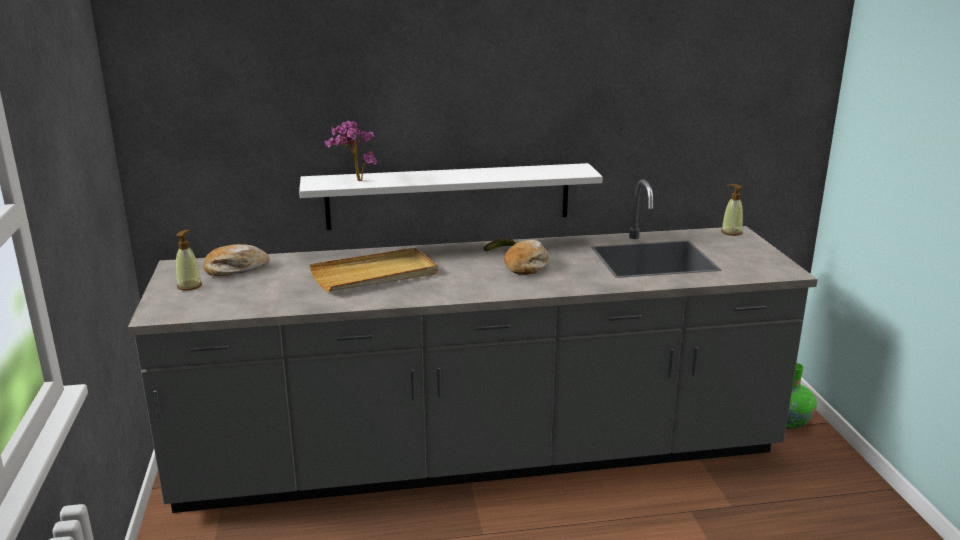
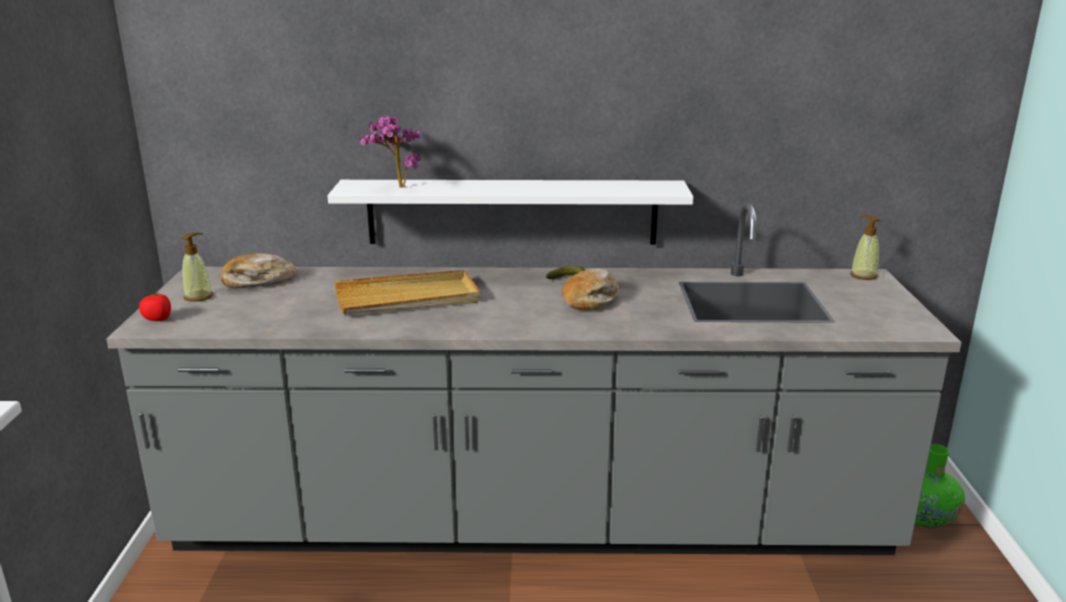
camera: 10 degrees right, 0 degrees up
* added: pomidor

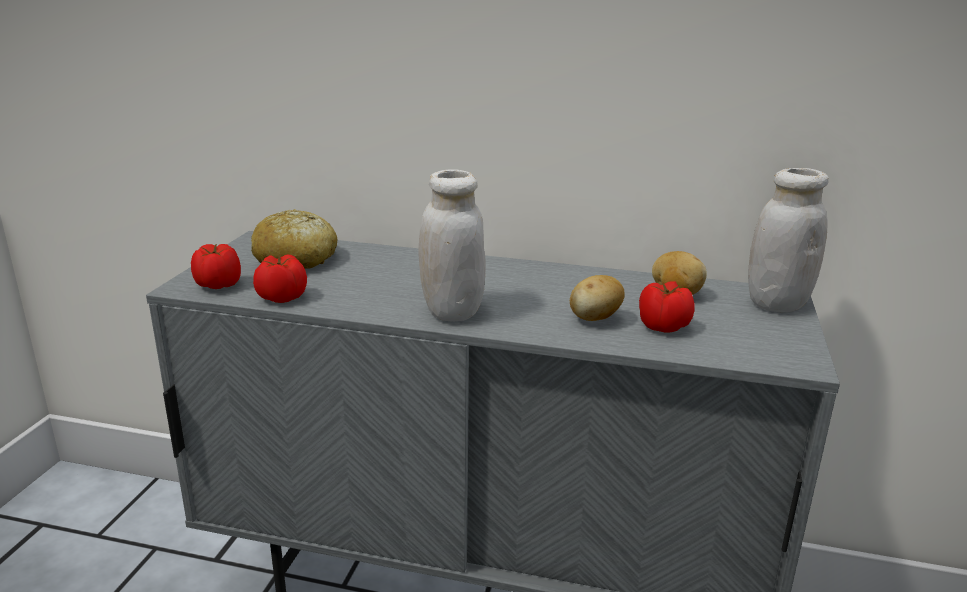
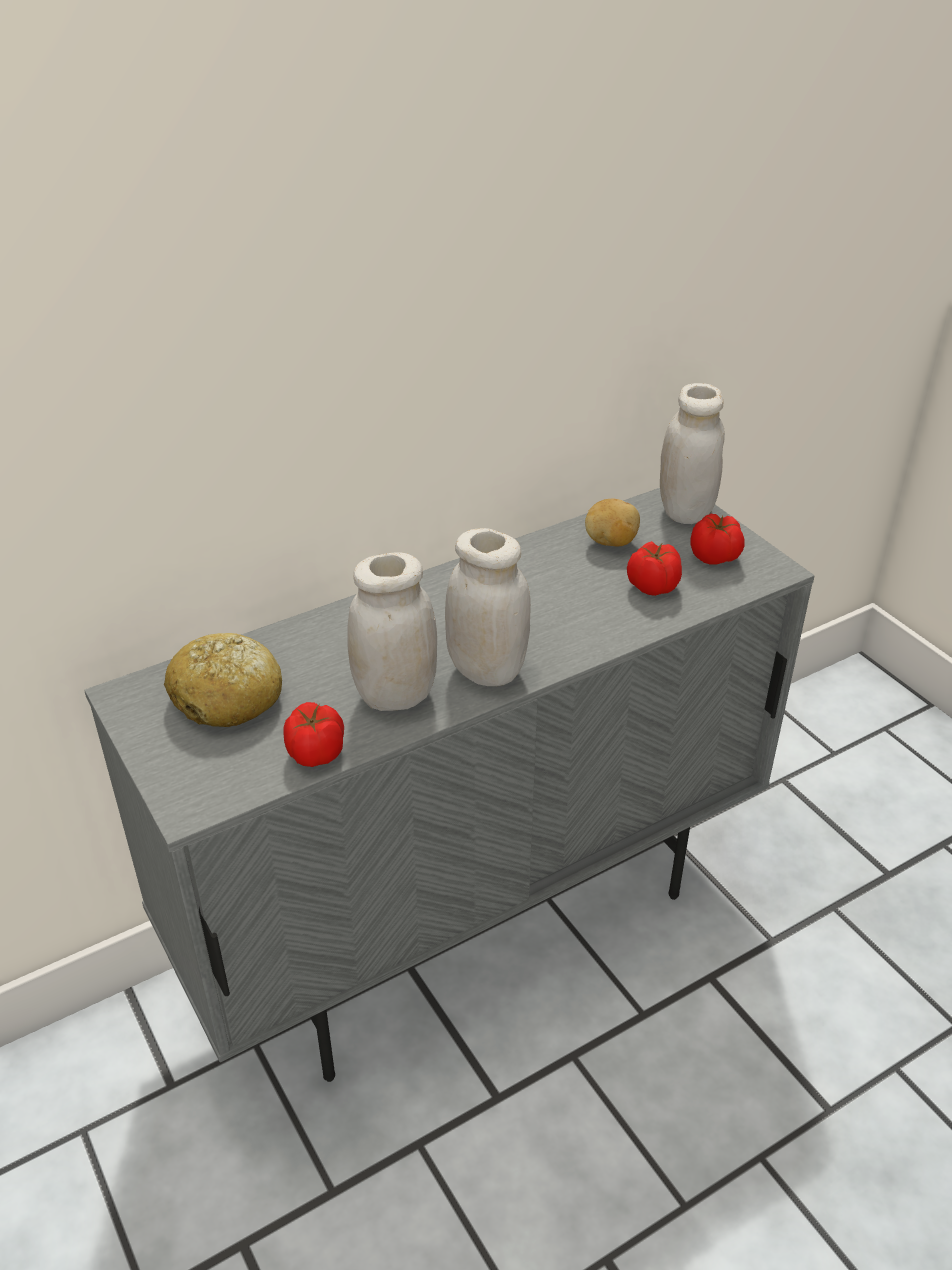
camera: 45 degrees left, 15 degrees up
* moved: pomidor (1st from left in the first image) to pomidor (3rd from left)
* removed: ziemniak (1st from left)
* added: słoik [biały] (1st from left)

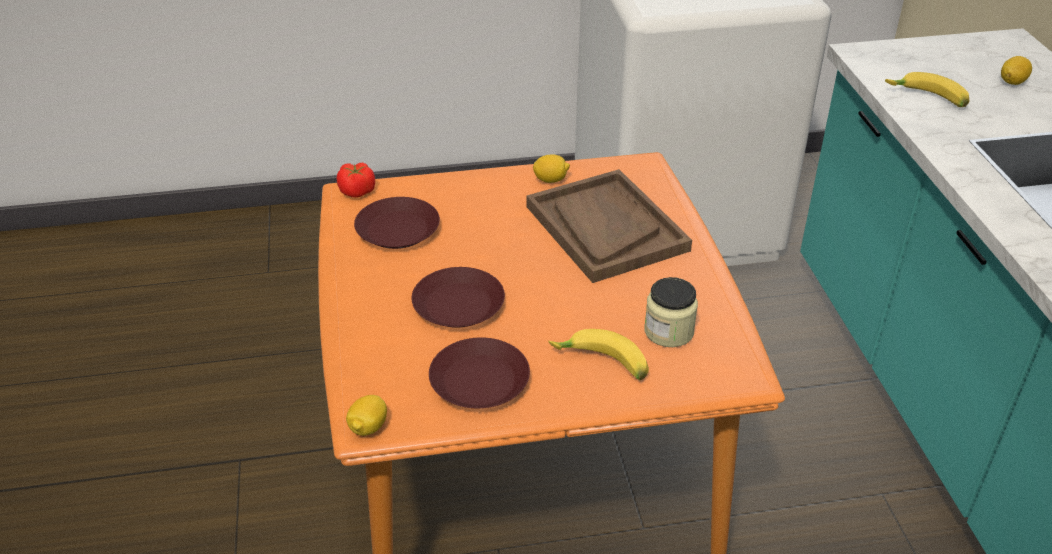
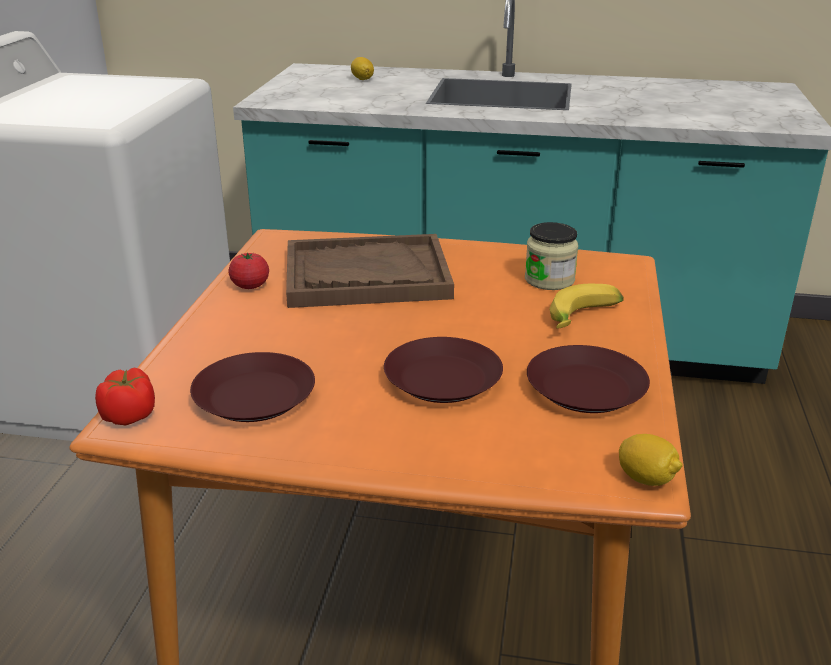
camera: 70 degrees left, 10 degrees down
* replaced: cytryna (2nd from left) to pomidor (2nd from left)
* removed: banan (2nd from left)

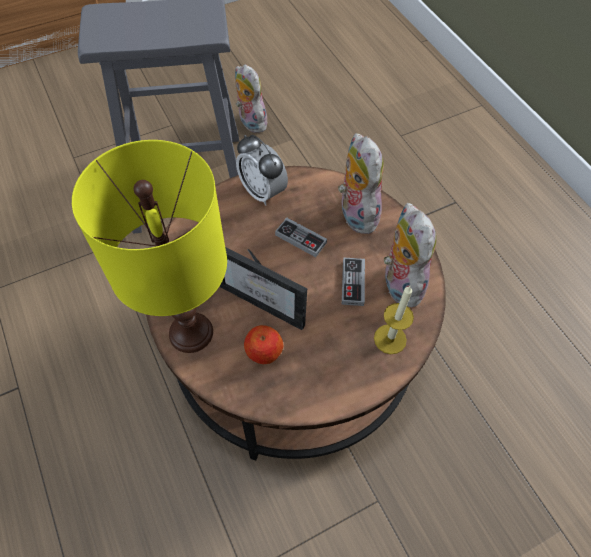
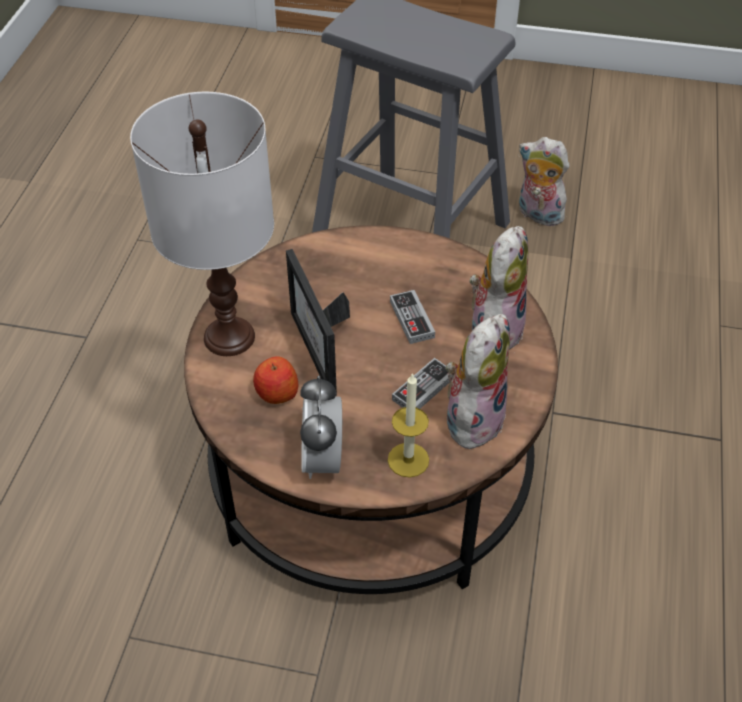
camera: 40 degrees right, 10 degrees down
* recoloured: lampa stołowa [żółty] to lampa stołowa [biały]
* turned: pluszak (1st from left in the first image) 60 degrees counterclockwise
* moved: budzik

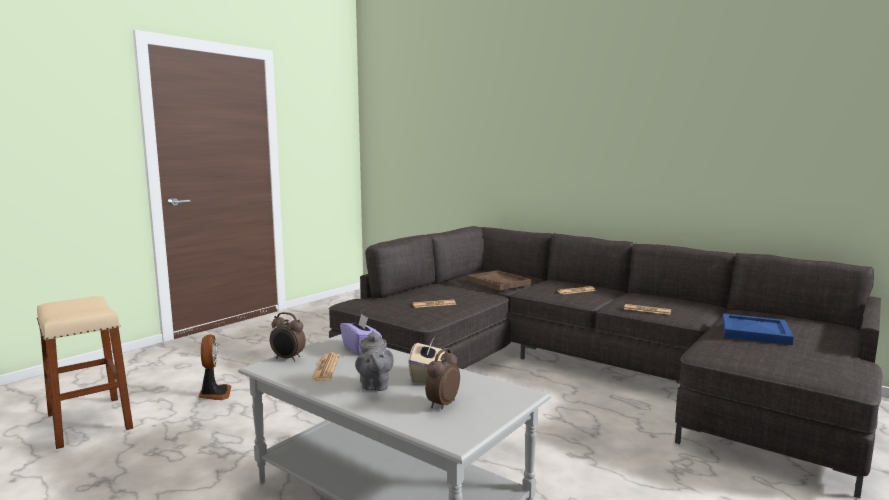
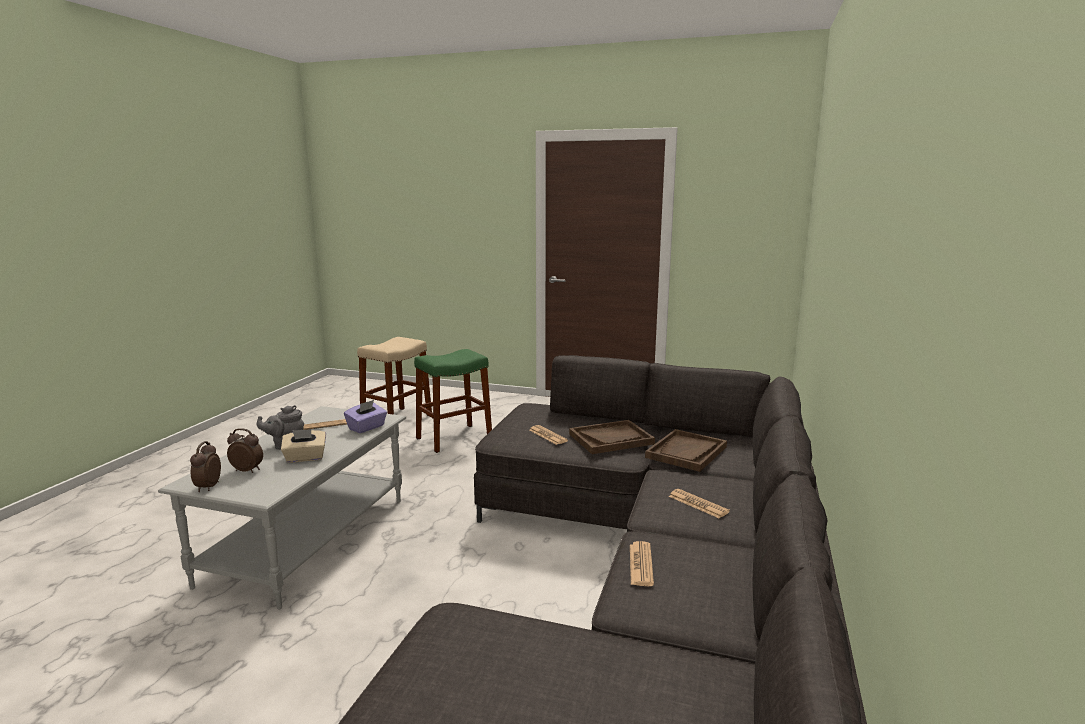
camera: 70 degrees right, 5 degrees up
* replaced: wentylator to stołek [zielony]
* moved: budzik (1st from left)
* removed: taca [niebieski]
* added: taca [brązowy] (1st from left)

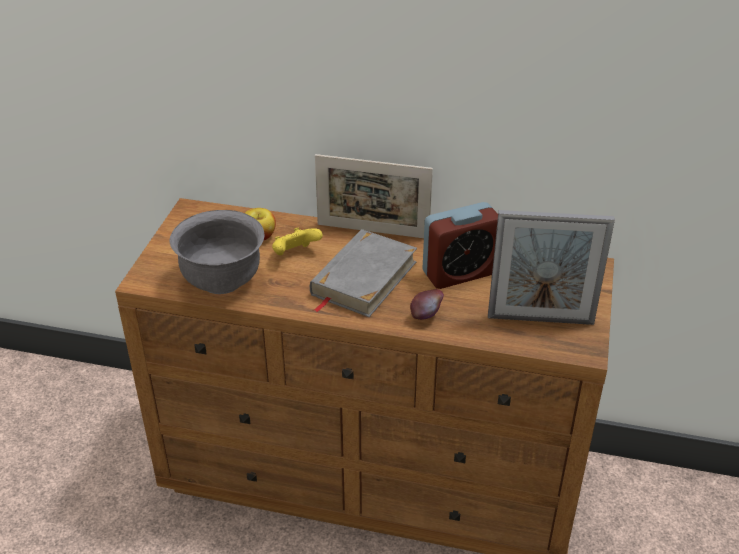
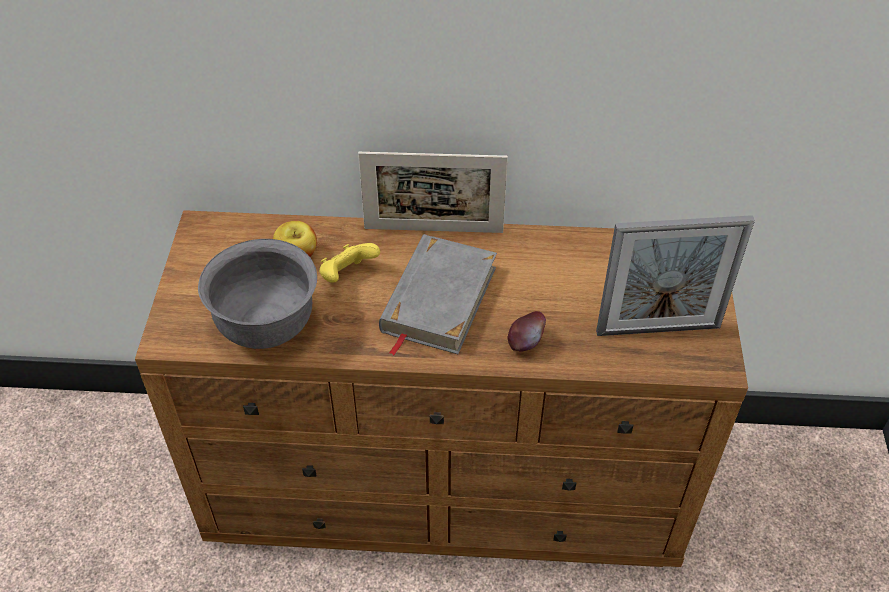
camera: 10 degrees left, 10 degrees up
* removed: budzik

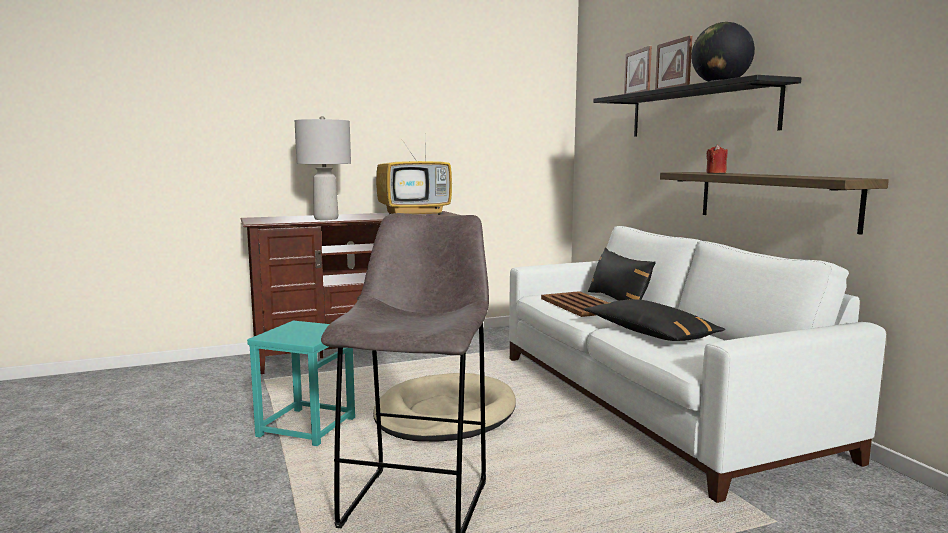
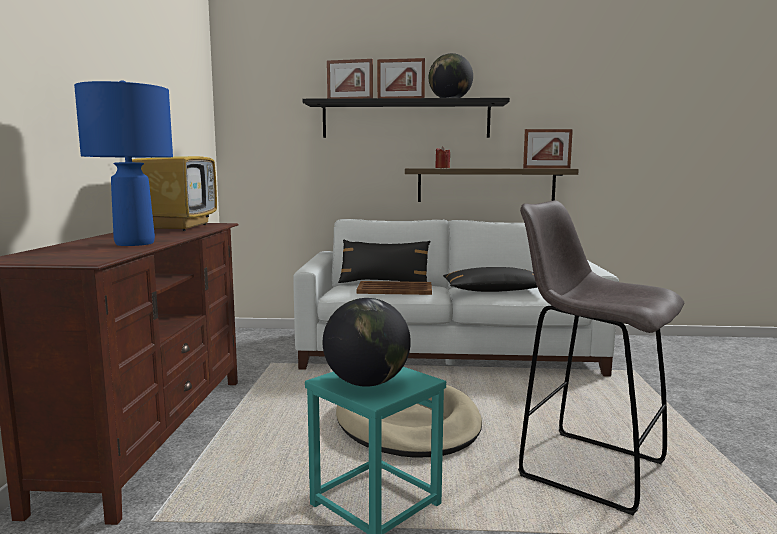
camera: 65 degrees left, 0 degrees up
* recoloured: lampa stołowa [szary] to lampa stołowa [niebieski]
* added: globus (1st from left)
* added: ramka na zdjęcie (3rd from left)

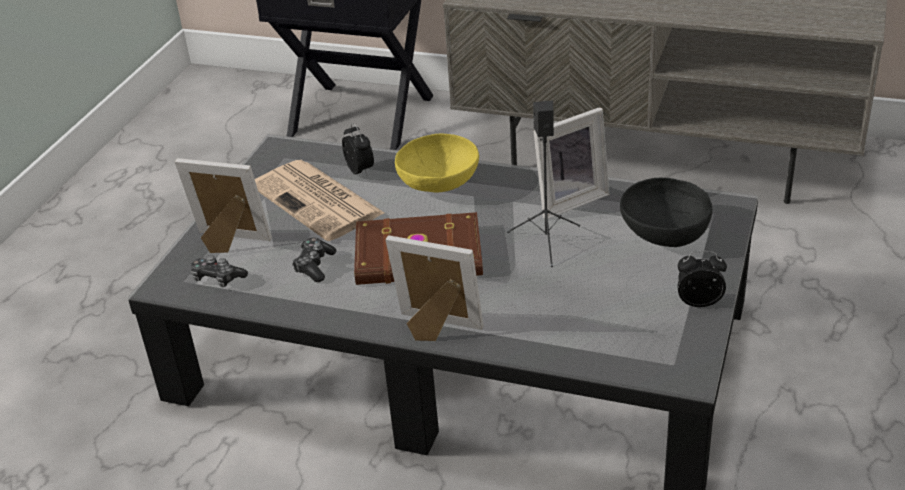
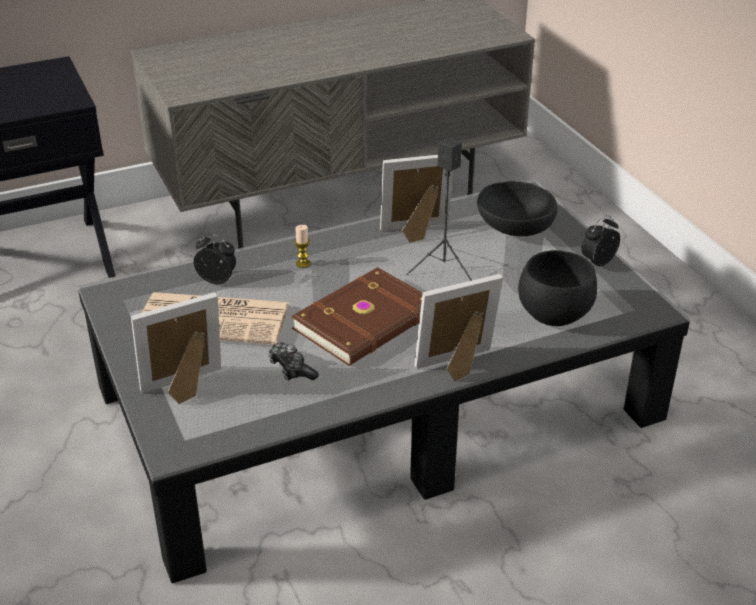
camera: 45 degrees left, 0 degrees up
* removed: pad do gier (1st from left)
* replaced: miska [żółty] to świeca
* turned: ramka na zdjęcie (3rd from left in the first image) 120 degrees counterclockwise
* added: miska [czarny] (2nd from left)

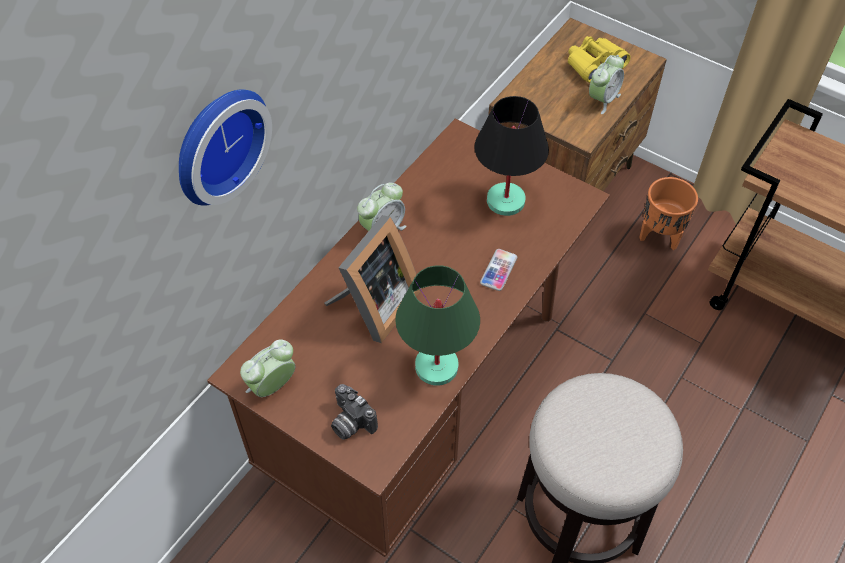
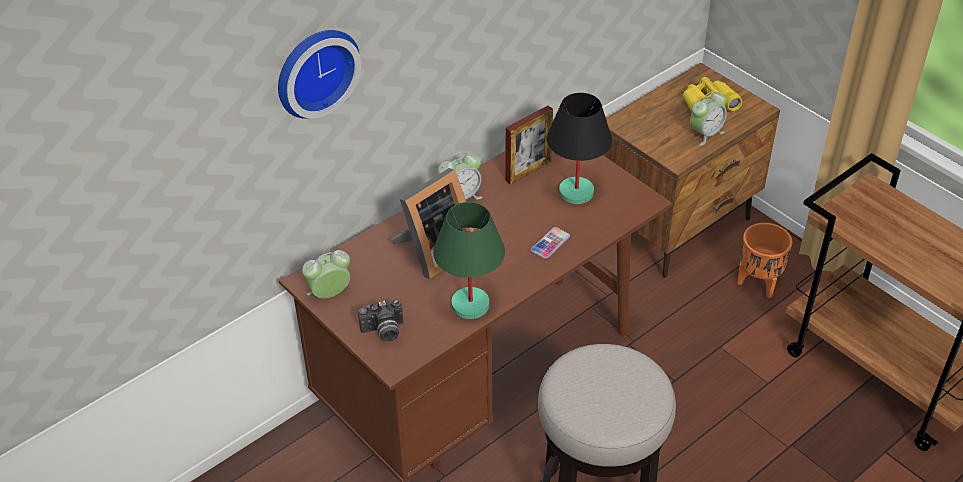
camera: 15 degrees right, 10 degrees down
* turned: aparat fotograficzny 75 degrees counterclockwise
* added: ramka na zdjęcie (2nd from left)

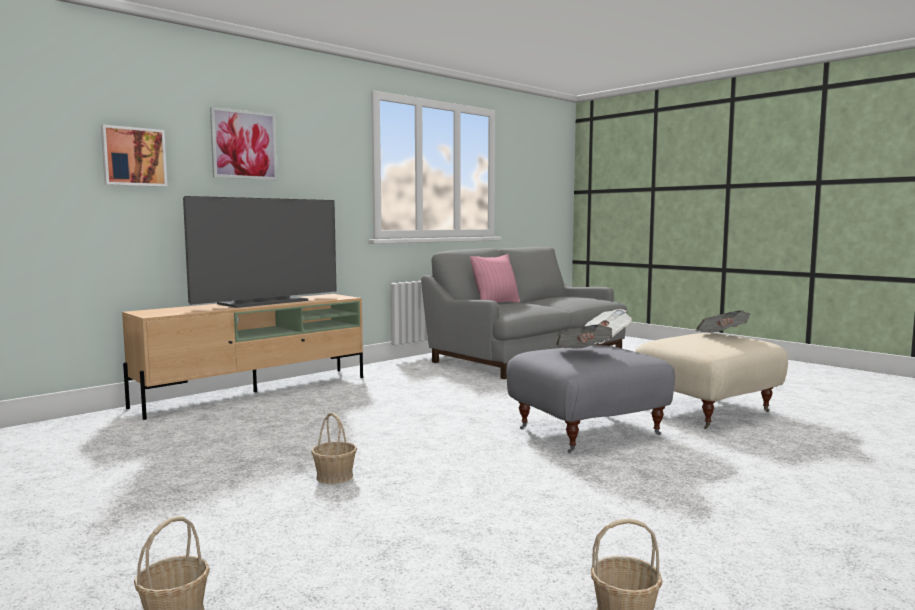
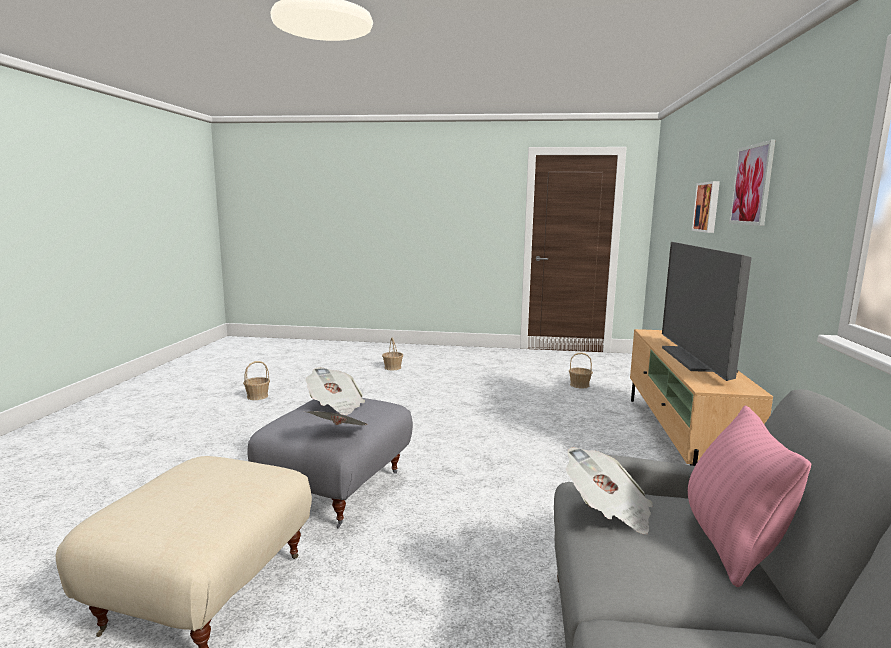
camera: 140 degrees right, 5 degrees up
* moved: koszyk (2nd from left in the first image) to koszyk (3rd from left)
* moved: gazeta (3rd from left)

